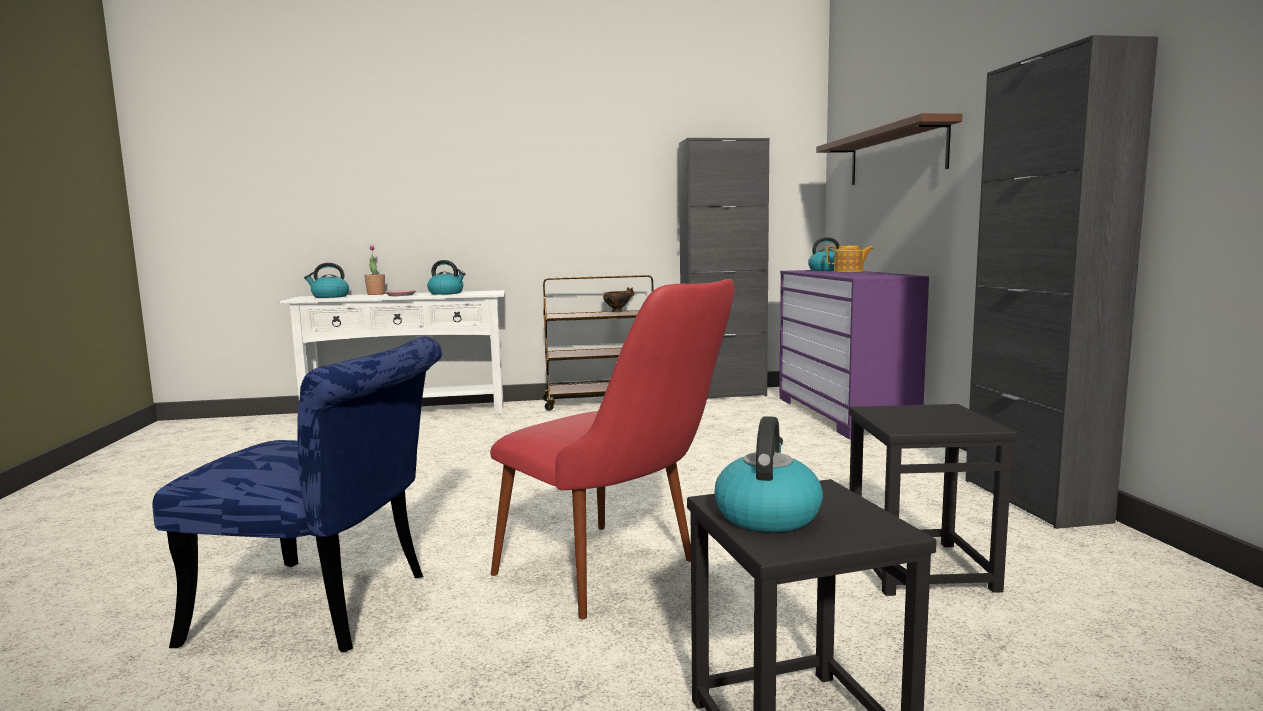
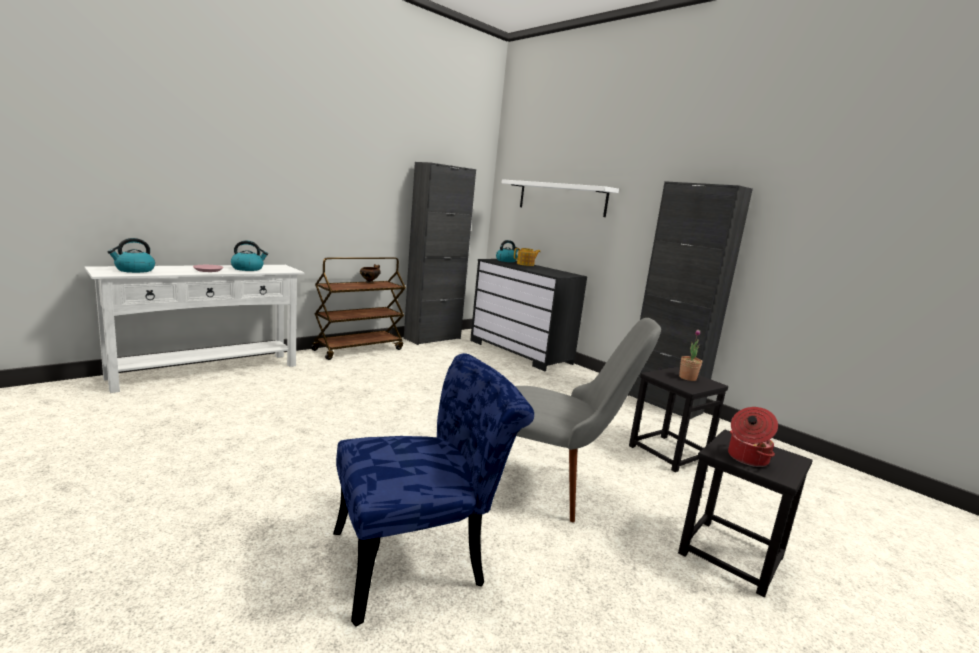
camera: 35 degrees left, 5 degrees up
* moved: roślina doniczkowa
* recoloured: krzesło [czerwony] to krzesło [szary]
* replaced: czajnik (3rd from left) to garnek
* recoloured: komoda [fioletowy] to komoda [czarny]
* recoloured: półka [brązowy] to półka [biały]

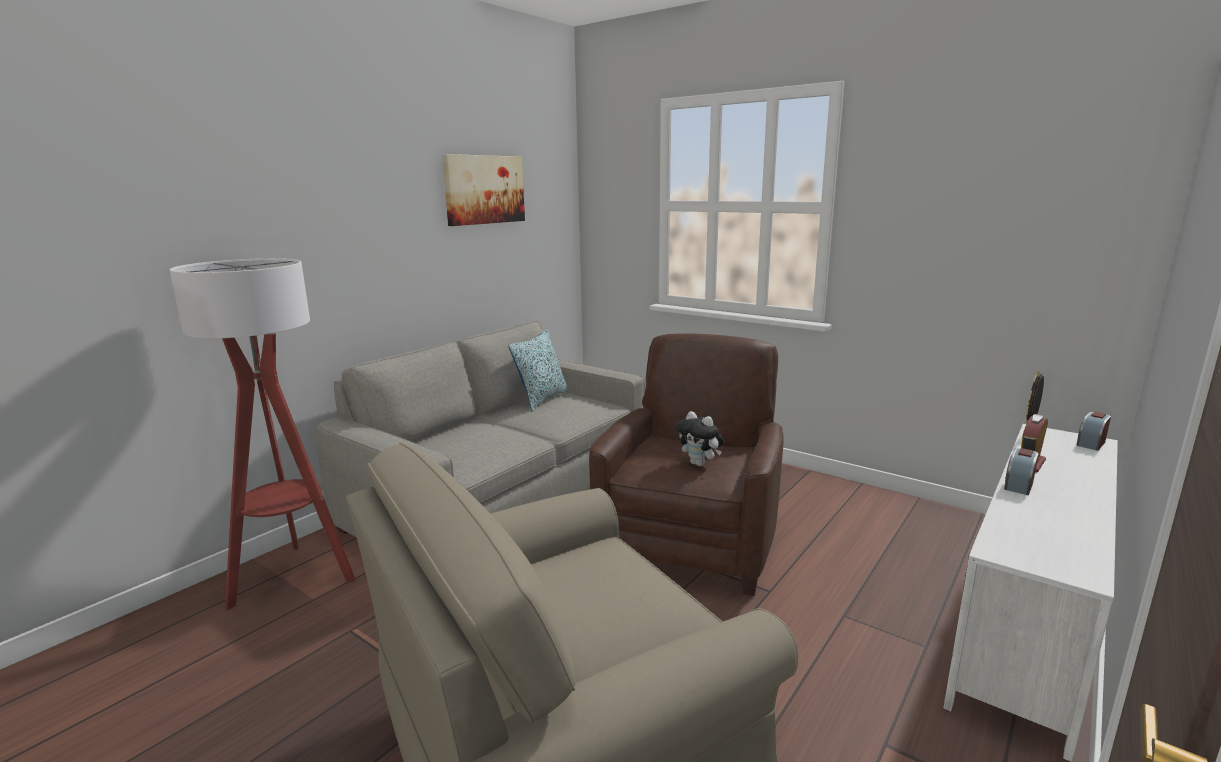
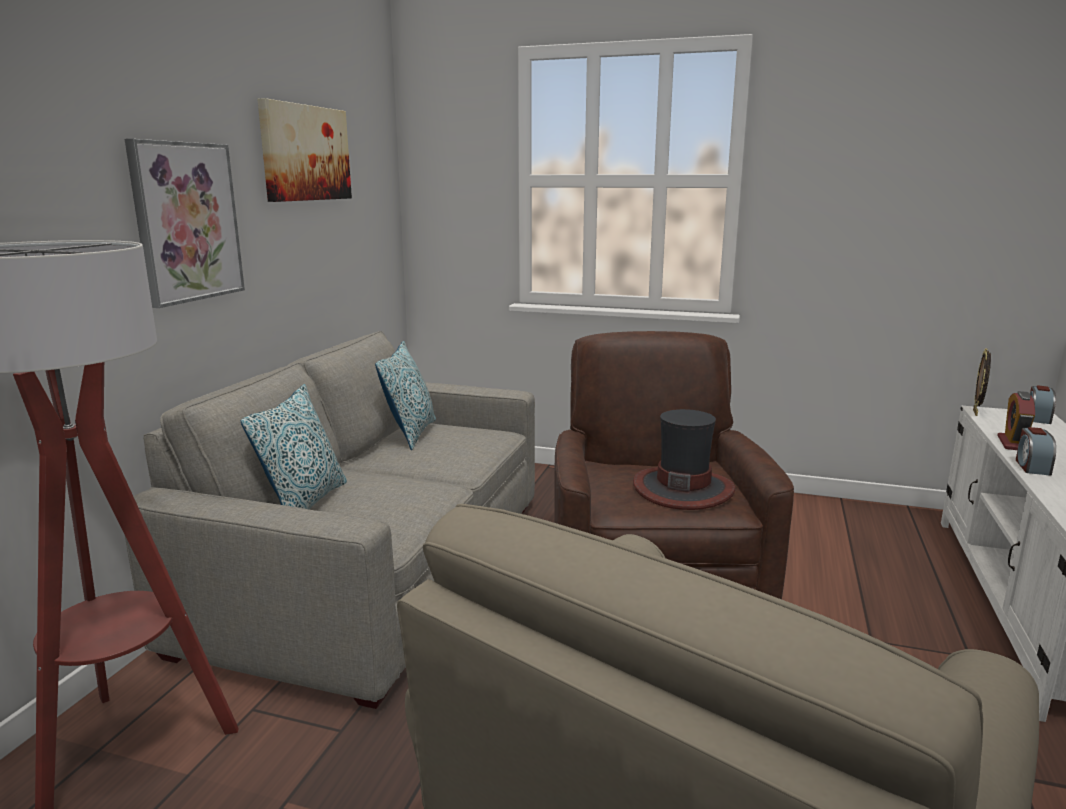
camera: 20 degrees left, 0 degrees up
* replaced: pluszak to kapelusz
* added: obraz (1st from left)
* added: poduszka (1st from left)

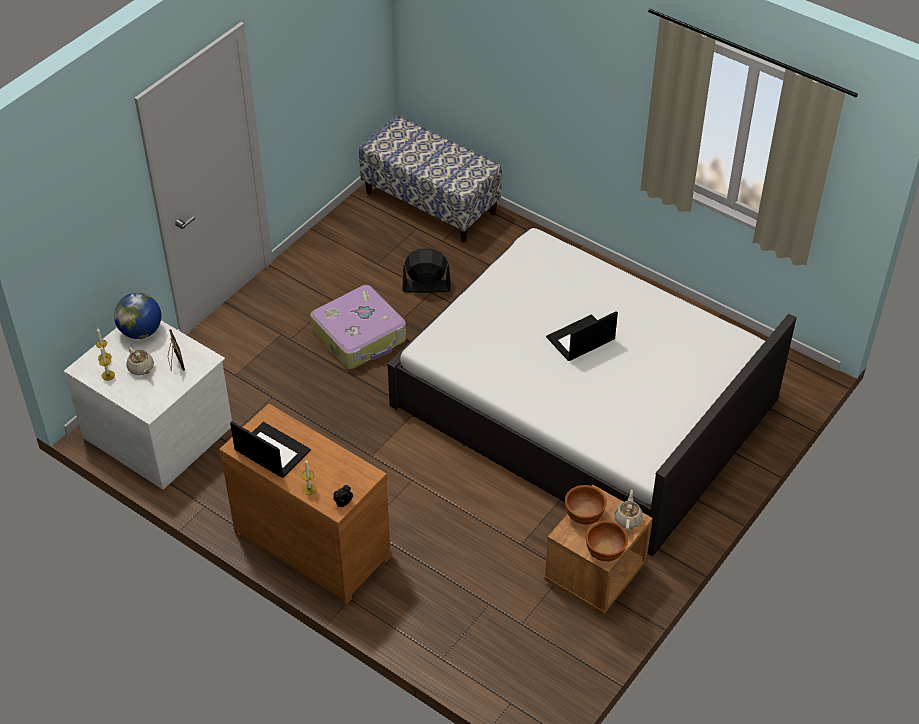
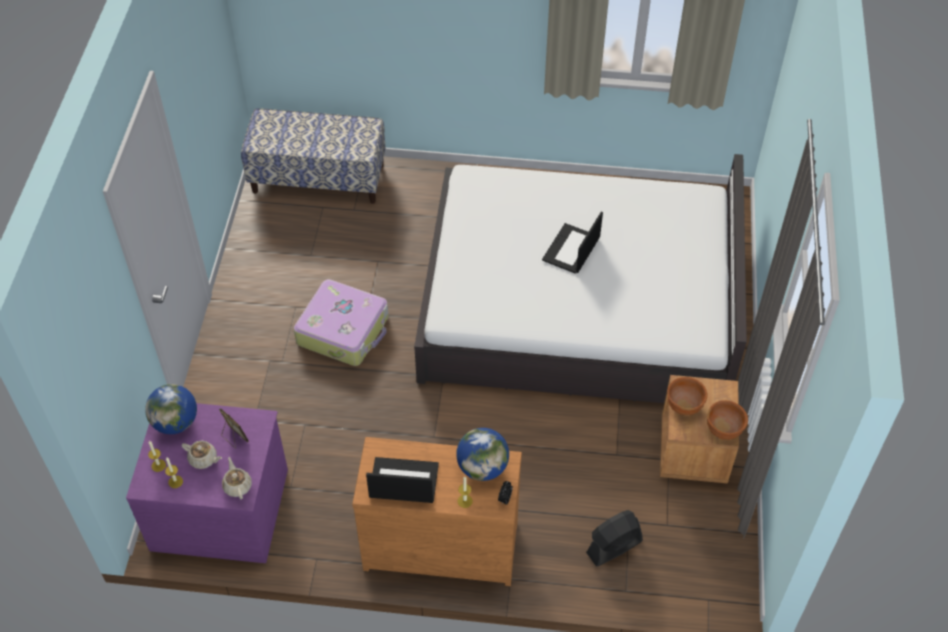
camera: 30 degrees left, 5 degrees up
* recoloured: komoda [biały] to komoda [fioletowy]
* moved: wentylator [czarny]
* moved: imbryk [beżowy] (2nd from left)
* added: globus (2nd from left)

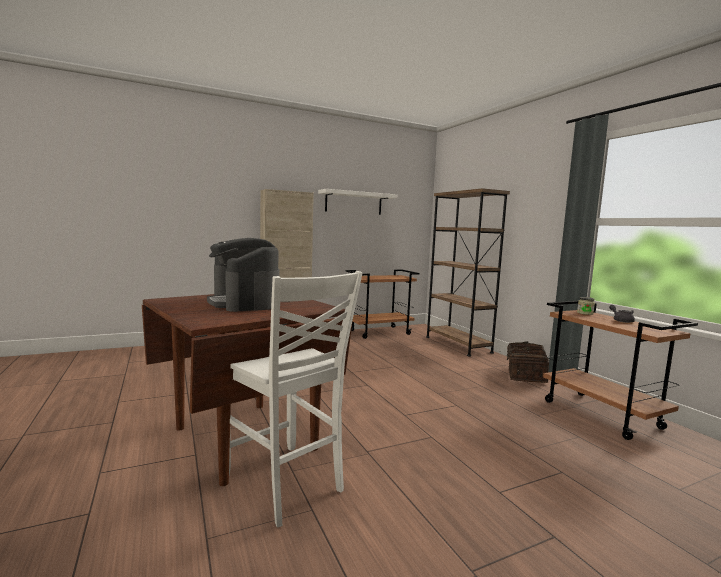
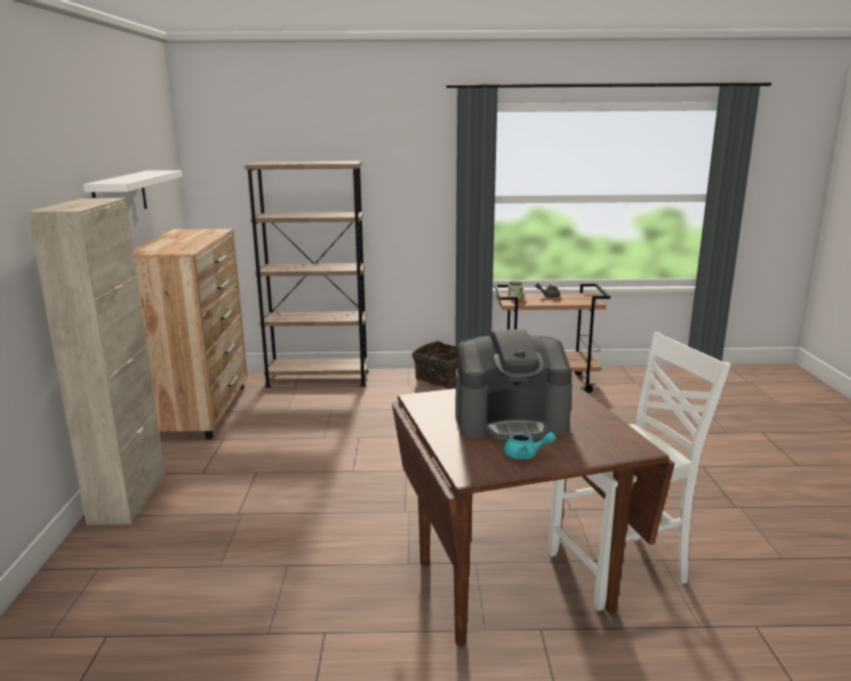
camera: 65 degrees left, 10 degrees up
* replaced: wózek [brązowy] (1st from left) to komoda [brązowy]
* added: imbryk [turkusowy]

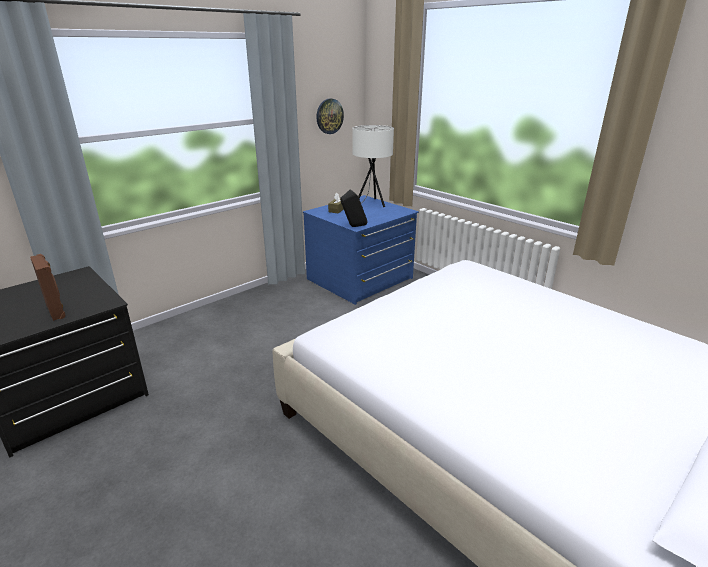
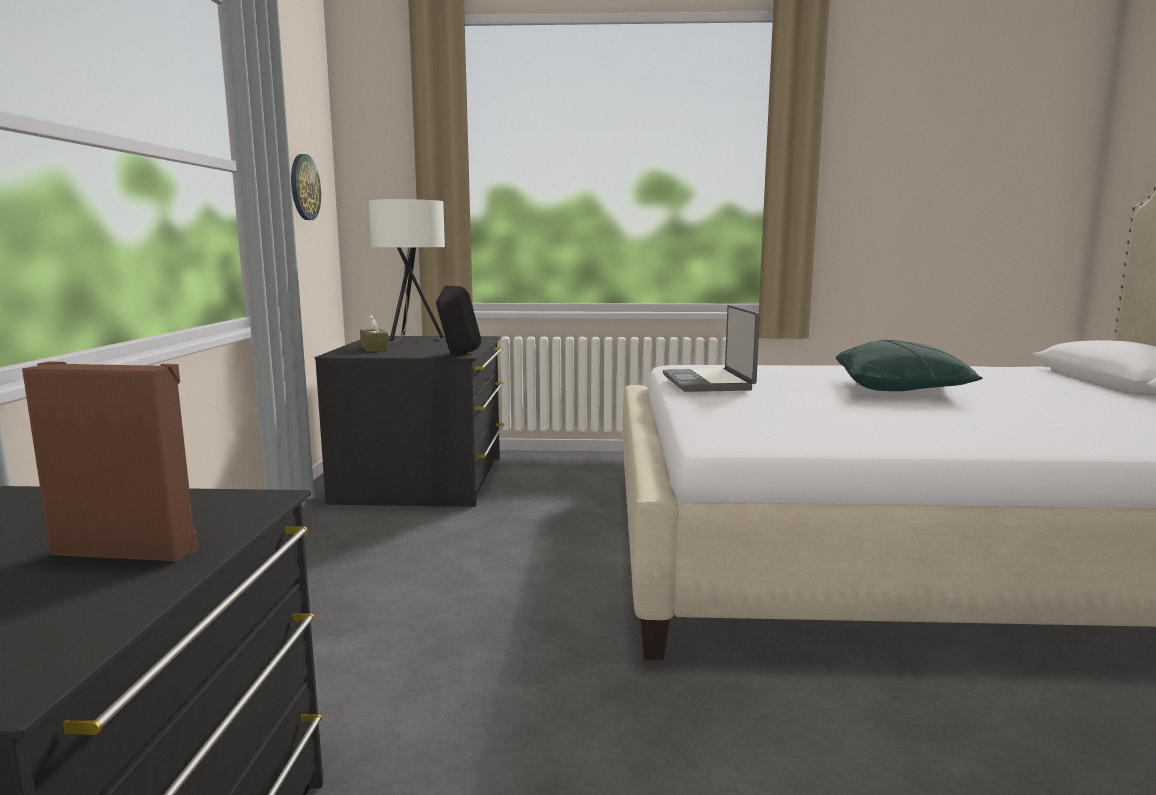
camera: 45 degrees left, 15 degrees down
* recoloured: komoda [niebieski] to komoda [czarny] (2nd from left)
* added: laptop
* added: poduszka [zielony]

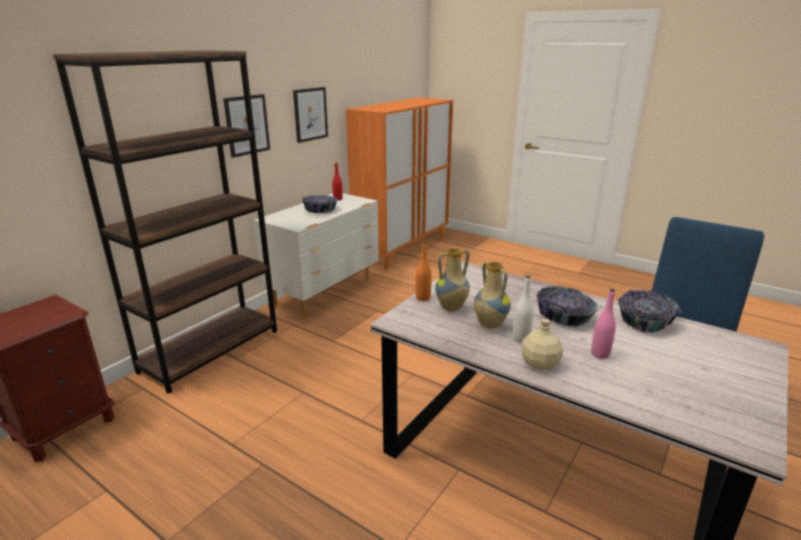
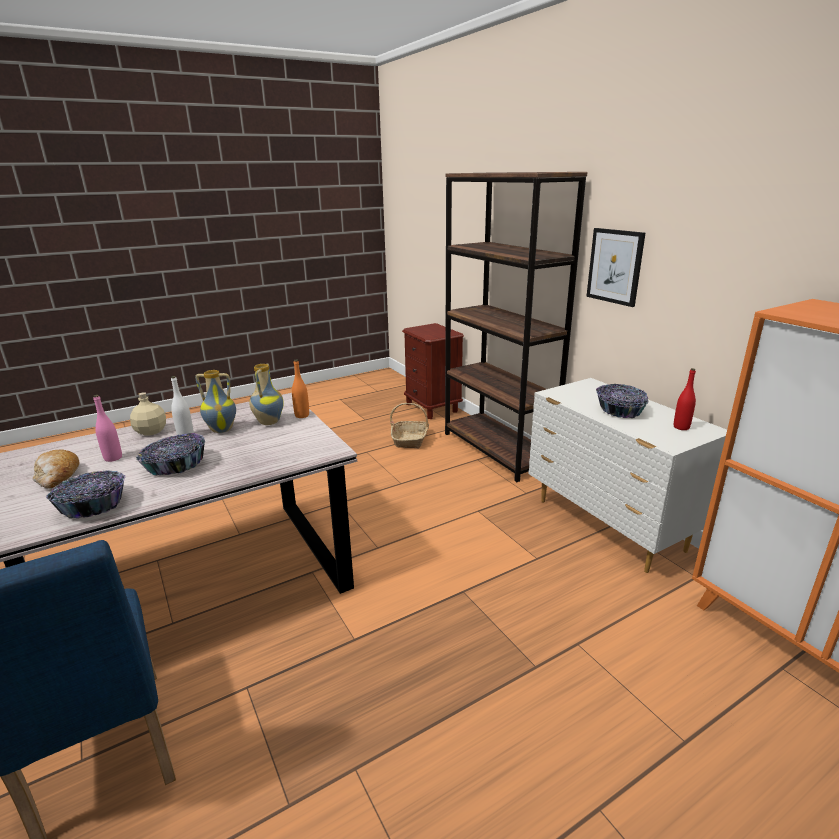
camera: 115 degrees right, 0 degrees up
* removed: obraz (2nd from left)
* added: chleb
* added: koszyk

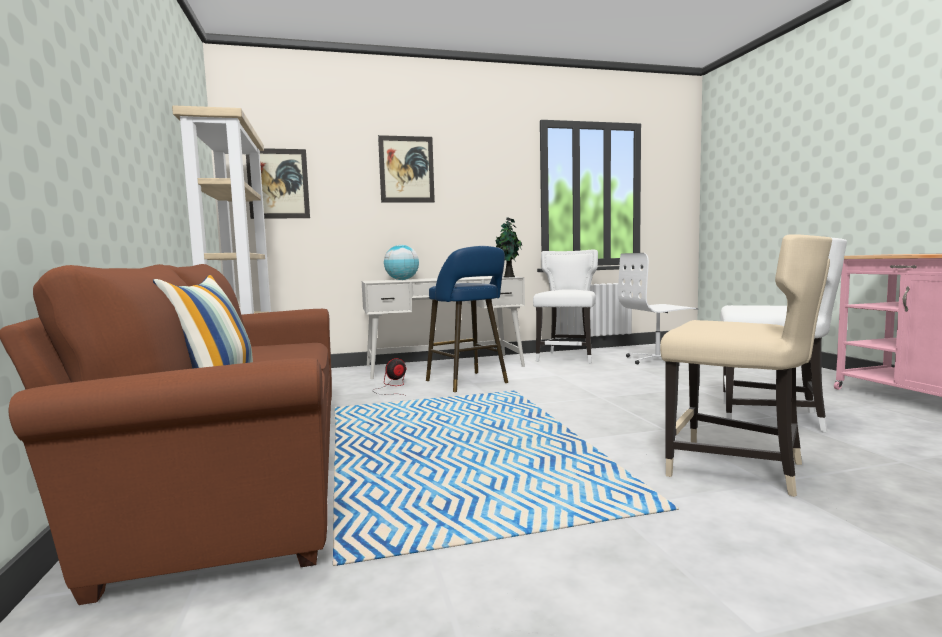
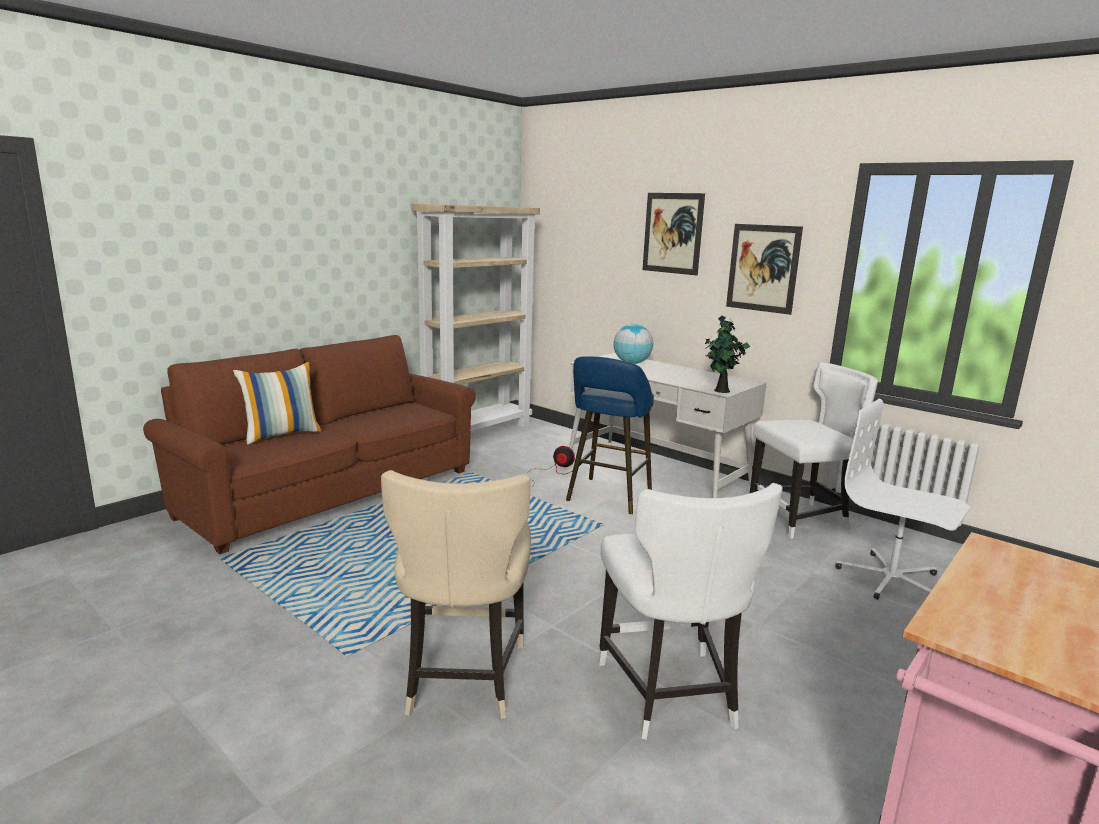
camera: 55 degrees right, 10 degrees up
* moved: obraz (1st from left in the first image) to obraz (2nd from left)

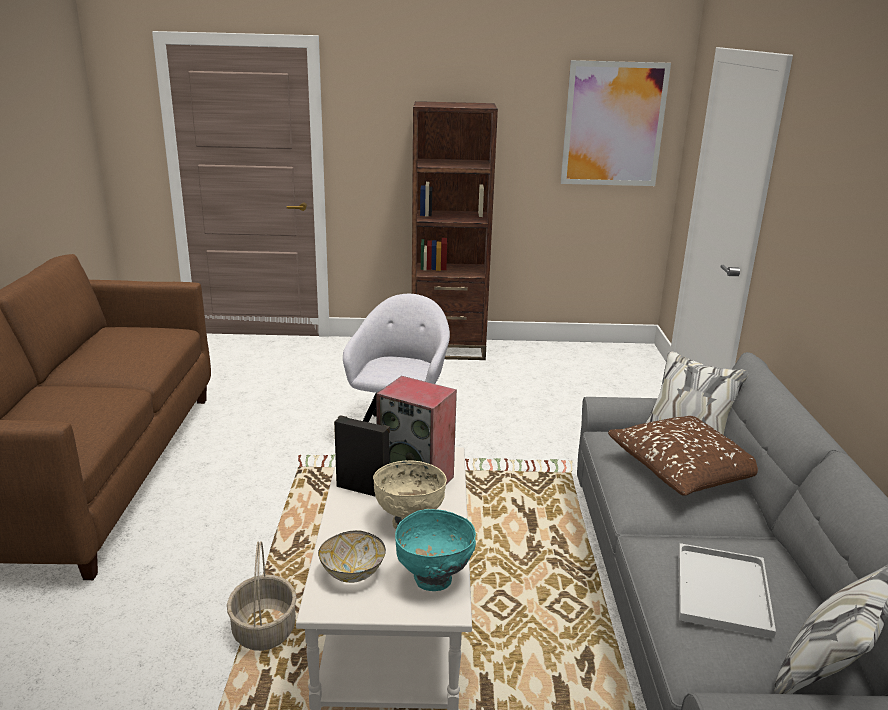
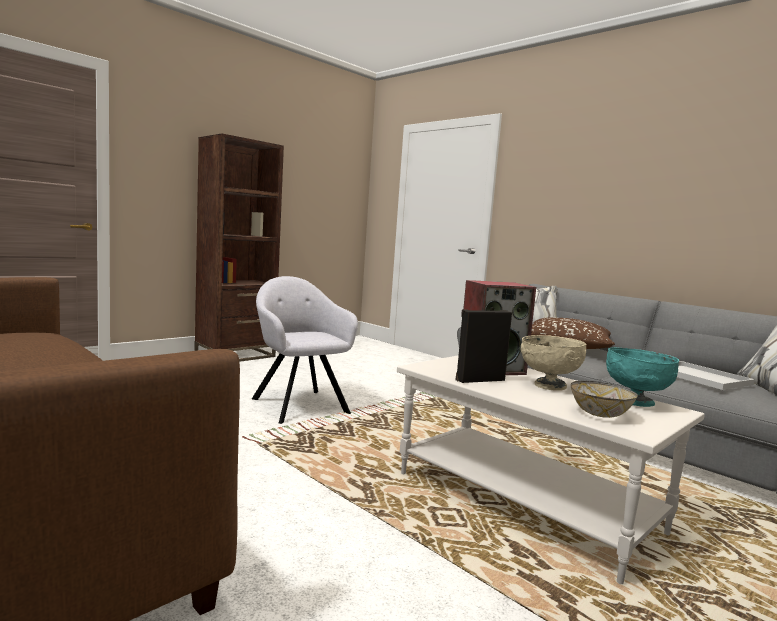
camera: 45 degrees left, 15 degrees down
* removed: koszyk
* removed: obraz

